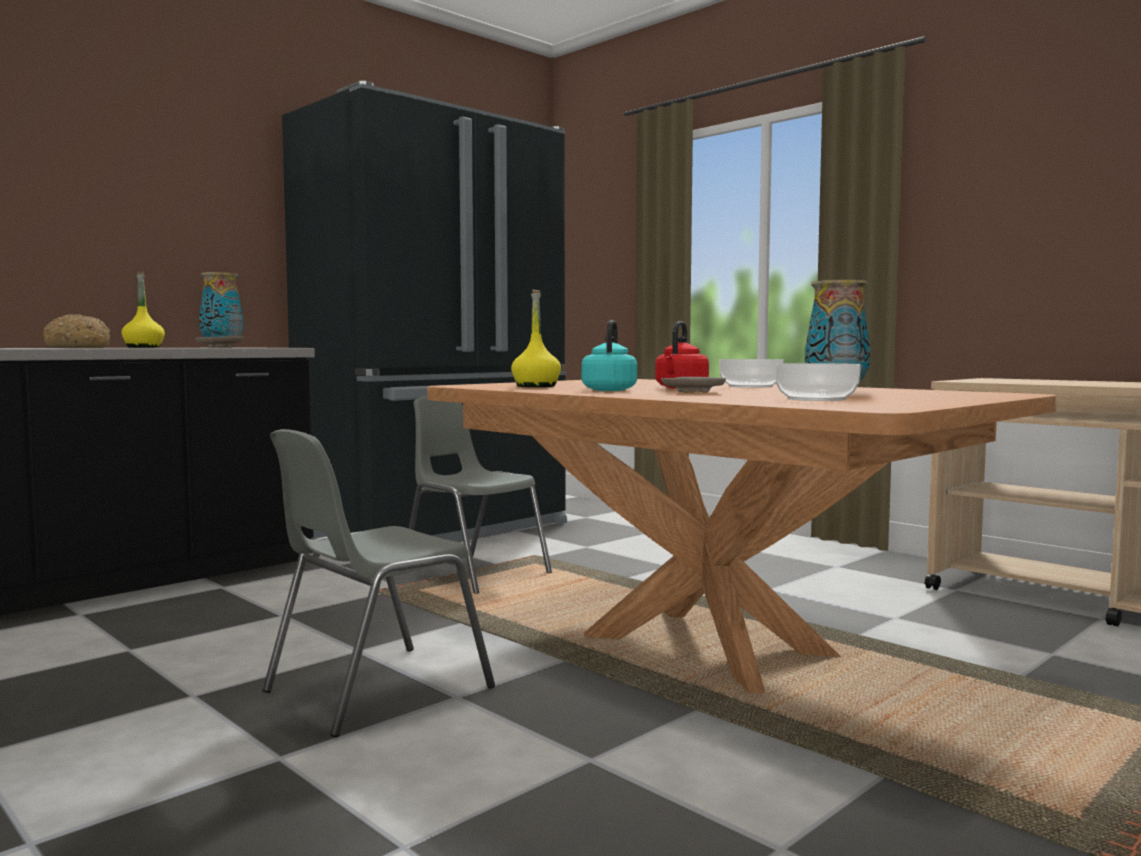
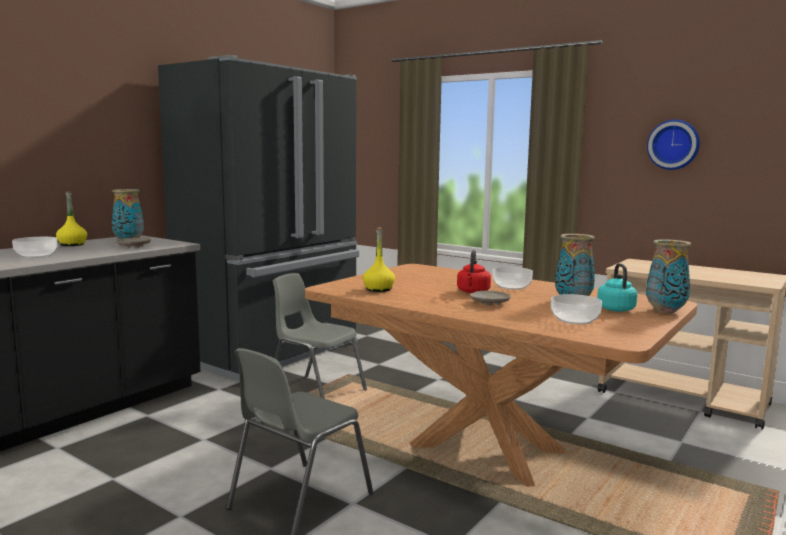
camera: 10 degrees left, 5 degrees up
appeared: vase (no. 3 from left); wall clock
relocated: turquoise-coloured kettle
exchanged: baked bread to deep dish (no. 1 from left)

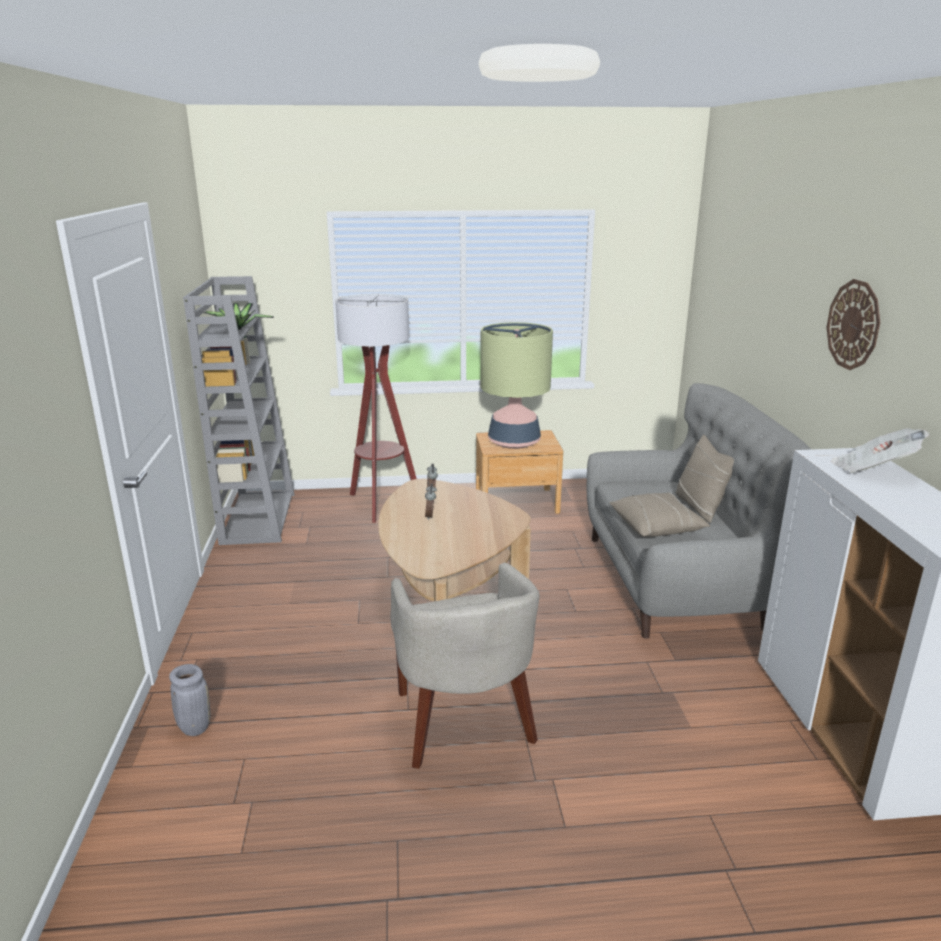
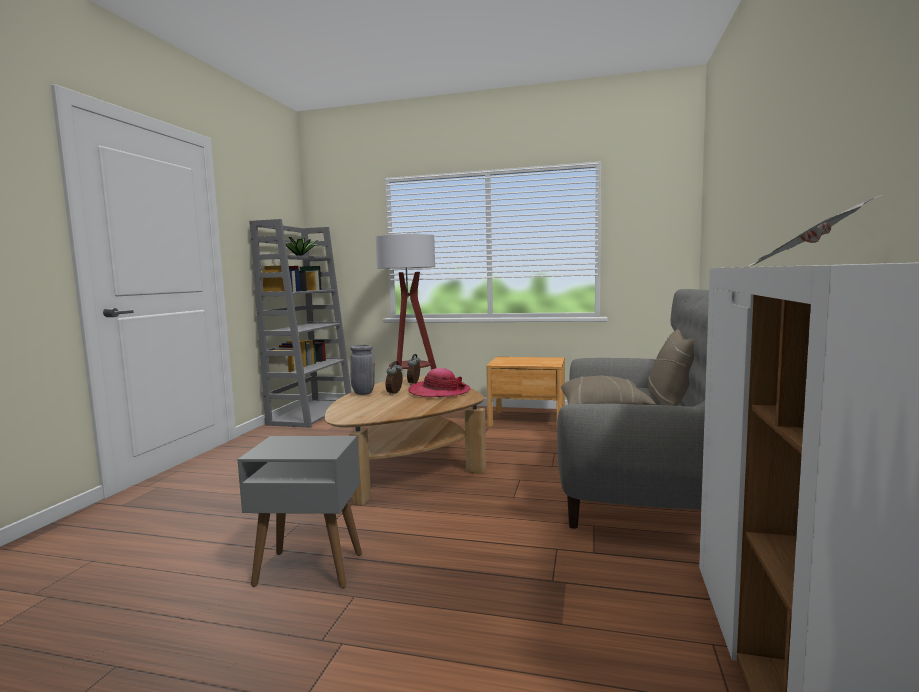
camera: 20 degrees right, 15 degrees down
missing: lamp for a table; wall clock
appeared: hat
relocated: grey vase
exchanged: sand-coloured armchair to grey end table

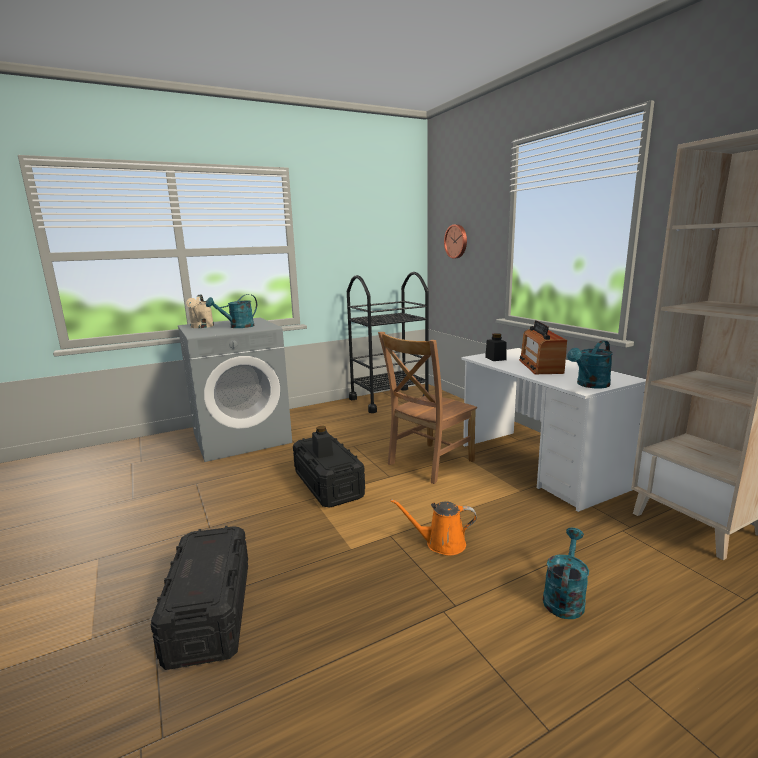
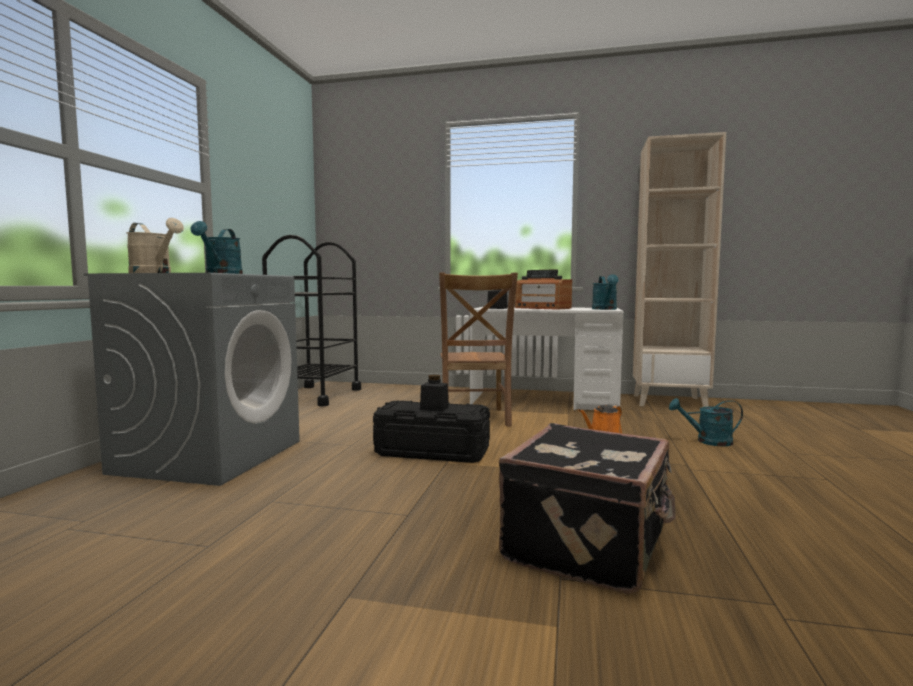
camera: 50 degrees left, 10 degrees down
missing: wall clock
exchanged: blackish storage container (no. 1 from left) to blackish piece of luggage
spun: turquoise-coloured watering pot (no. 2 from left in the first image) 60 degrees counterclockwise

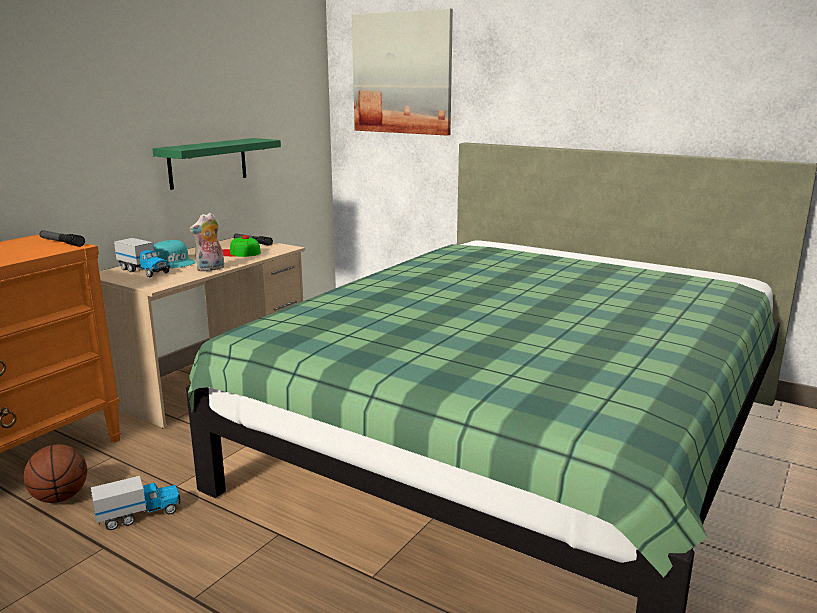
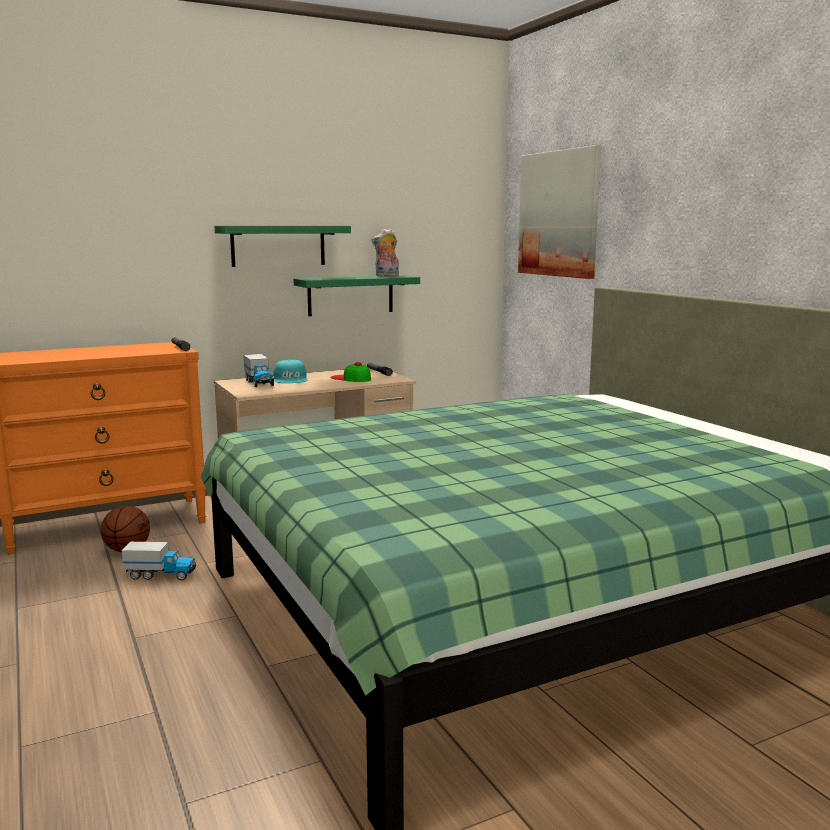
camera: 30 degrees right, 5 degrees down
appeared: green wall shelf (no. 1 from left)
relocated: plush toy

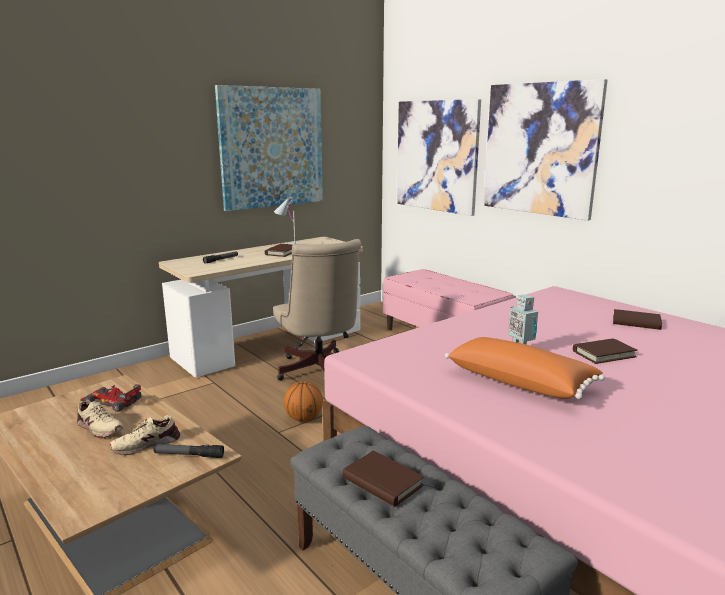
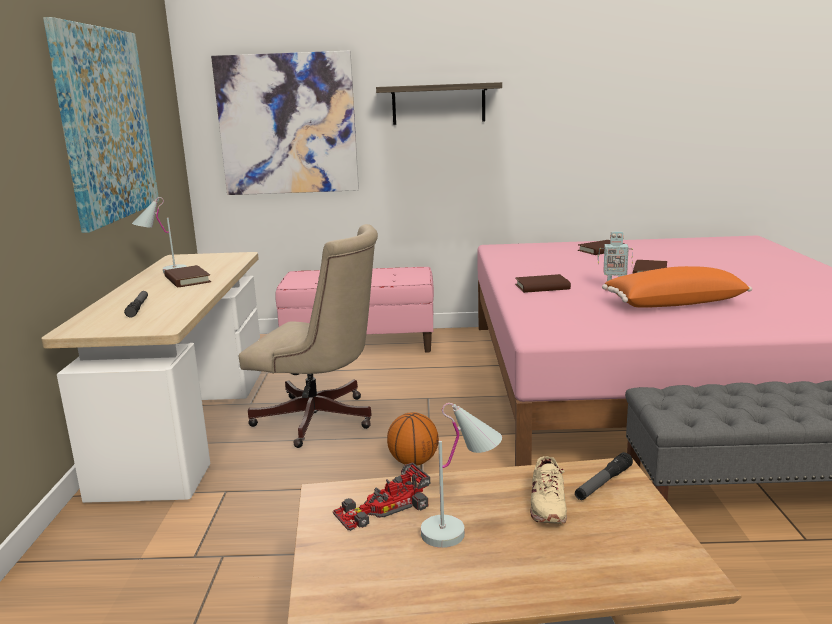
camera: 50 degrees left, 0 degrees up
relocated: brown bound book (no. 2 from left)
exchanged: wall art (no. 3 from left) to wall shelf; sand-coloured shoe (no. 1 from left) to whitish lamp for a table (no. 2 from left)

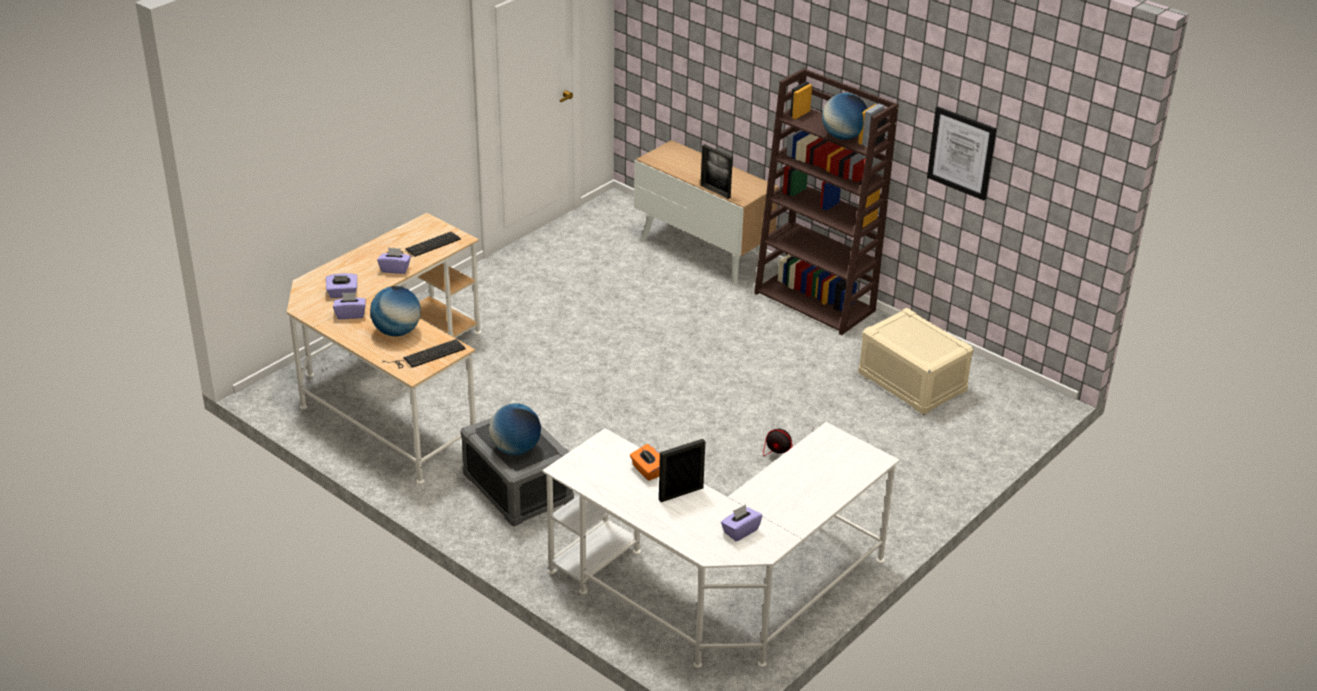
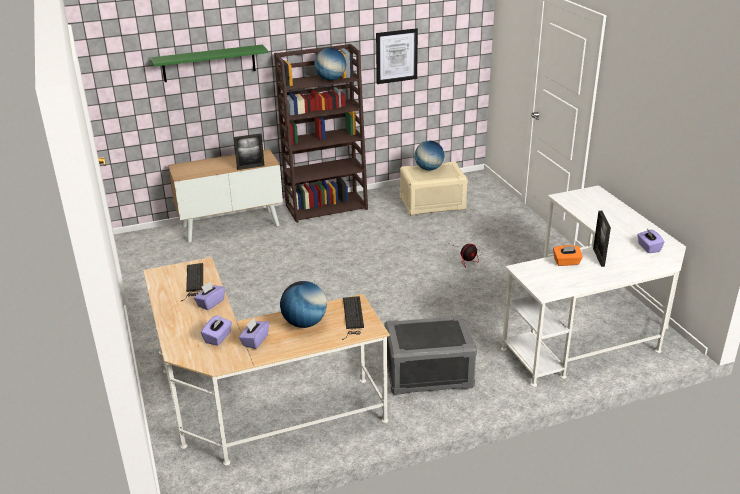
camera: 60 degrees left, 5 degrees down
appeared: green wall shelf
relocated: world globe (no. 2 from left in the first image) to world globe (no. 3 from left)

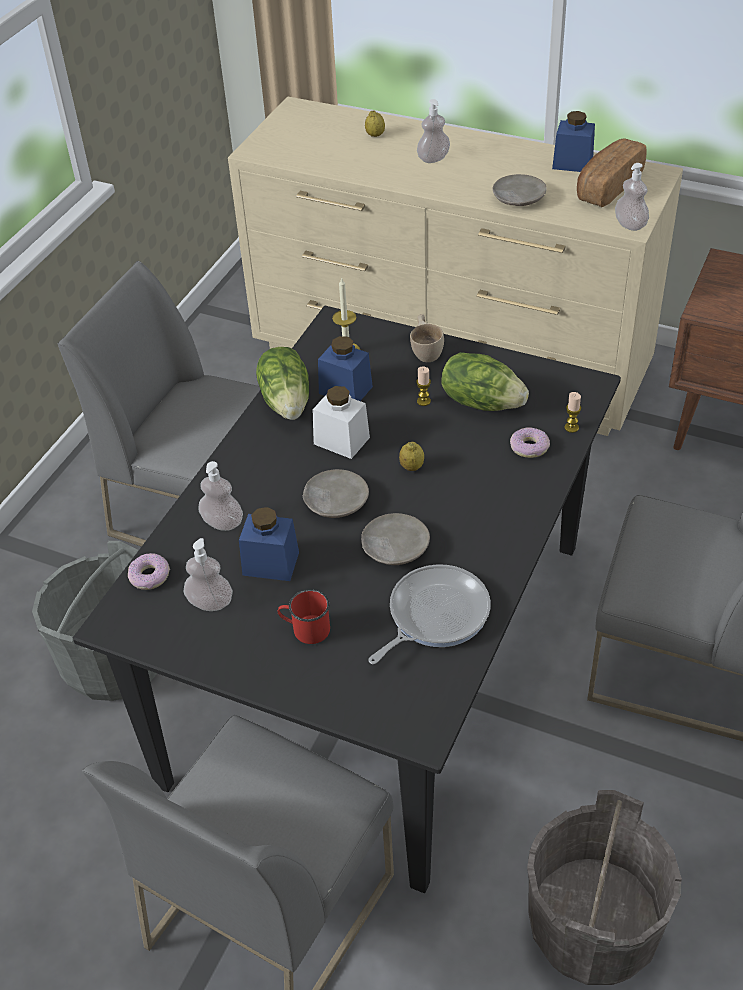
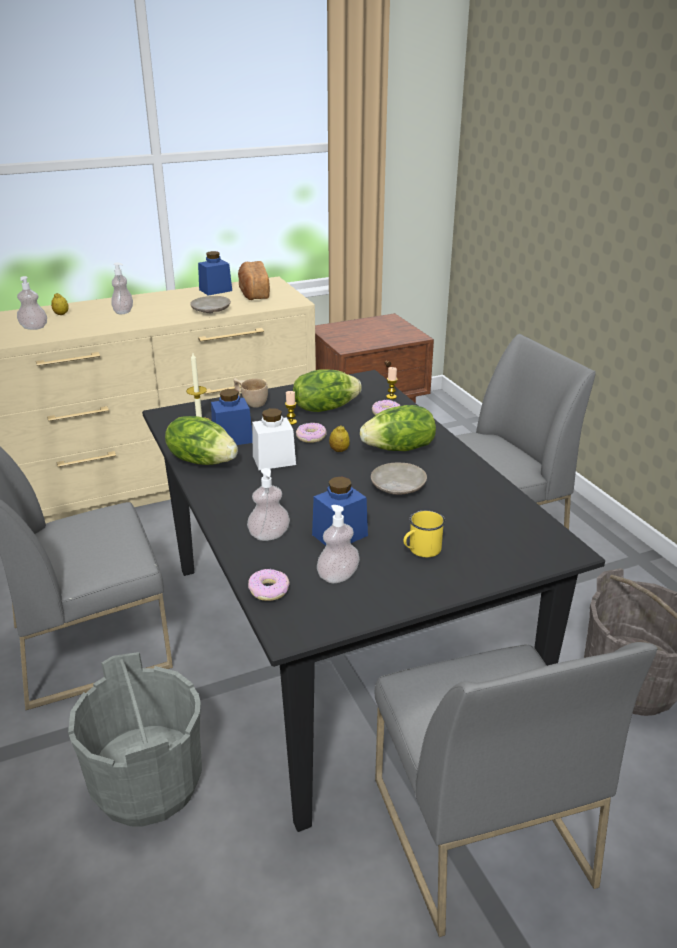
camera: 50 degrees left, 15 degrees down
missing: sand-coloured flat dish (no. 1 from left); skillet
appeared: doughnut (no. 2 from left); lettuce head (no. 3 from left)
relocated: soap dispenser (no. 4 from left in the first image) to soap dispenser (no. 1 from left)
colour: reddish tea mug to yellowish tea mug

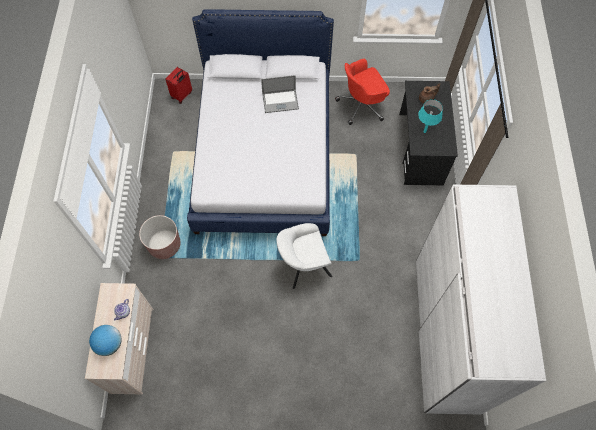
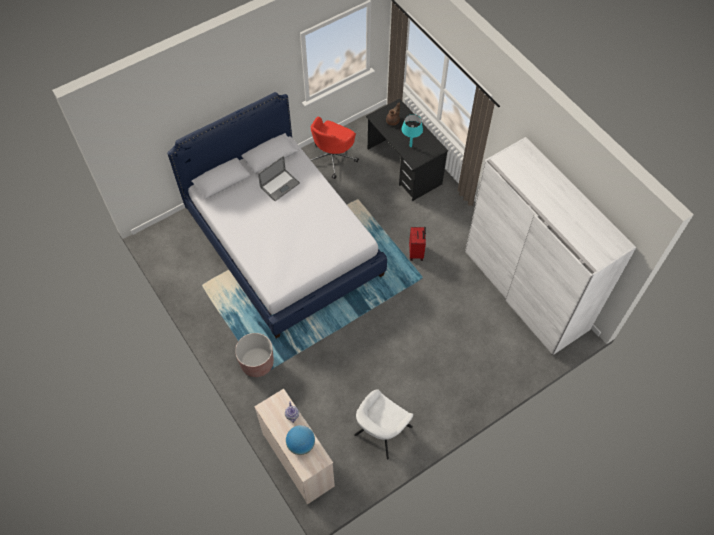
camera: 35 degrees left, 5 degrees down
relocated: whitish armchair; reddish piece of luggage

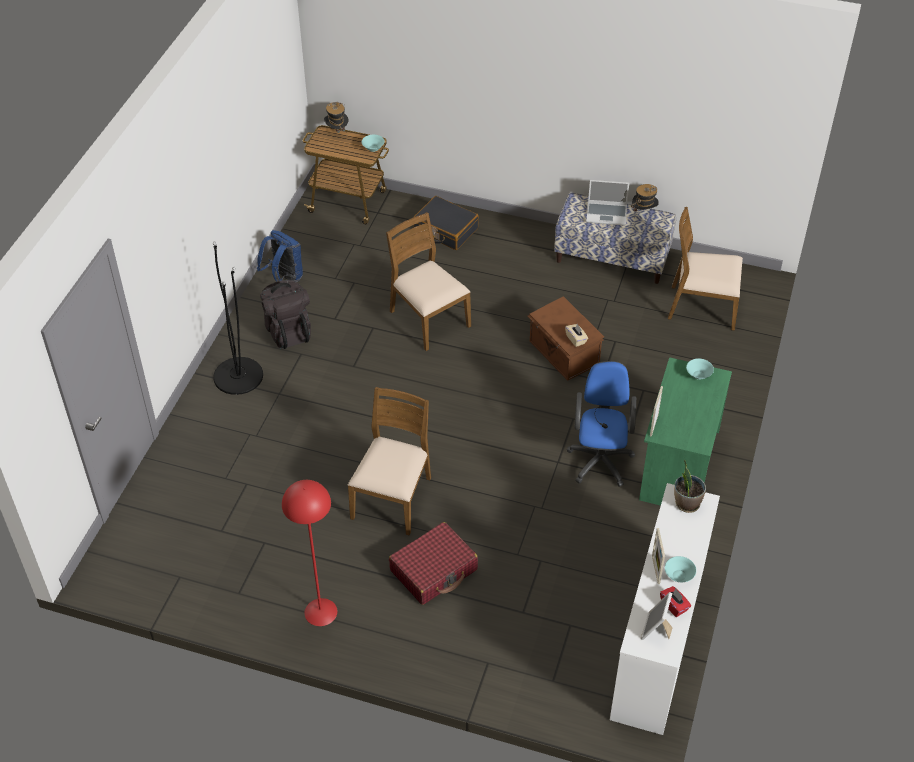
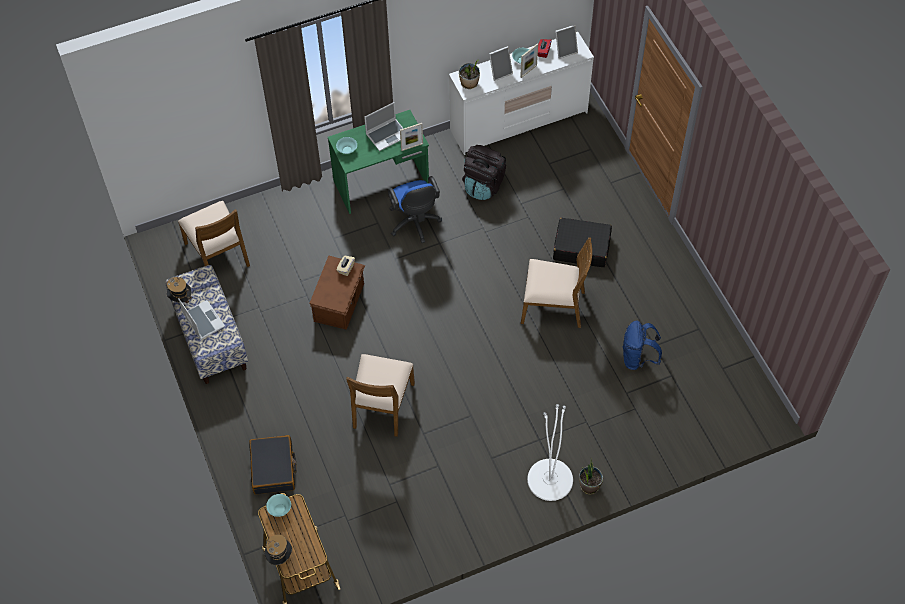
camera: 130 degrees left, 10 degrees up
missing: reddish standing lamp
appeared: portable computer (no. 2 from left); standing frame (no. 2 from left); houseplant (no. 2 from left)
relocated: blackish rucksack; blue-coloured rucksack
colour: blackish standing lamp to whitish standing lamp; reddish piece of luggage to blackish piece of luggage (no. 2 from left)
spun: blue-coloured desk chair 75 degrees counterclockwise; brown upright chair (no. 1 from left in the first image) 150 degrees counterclockwise

